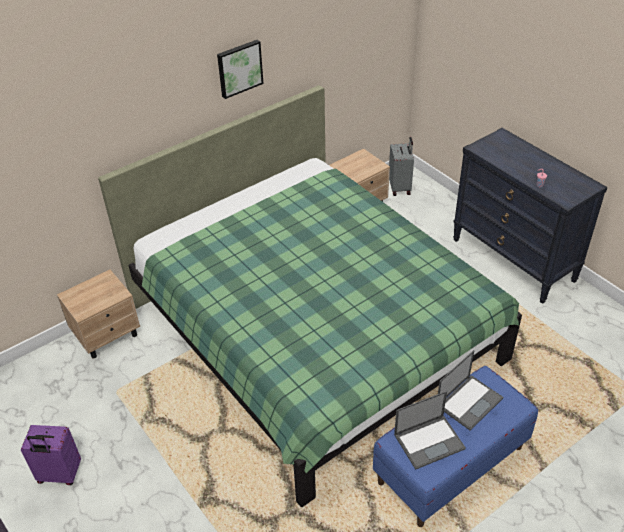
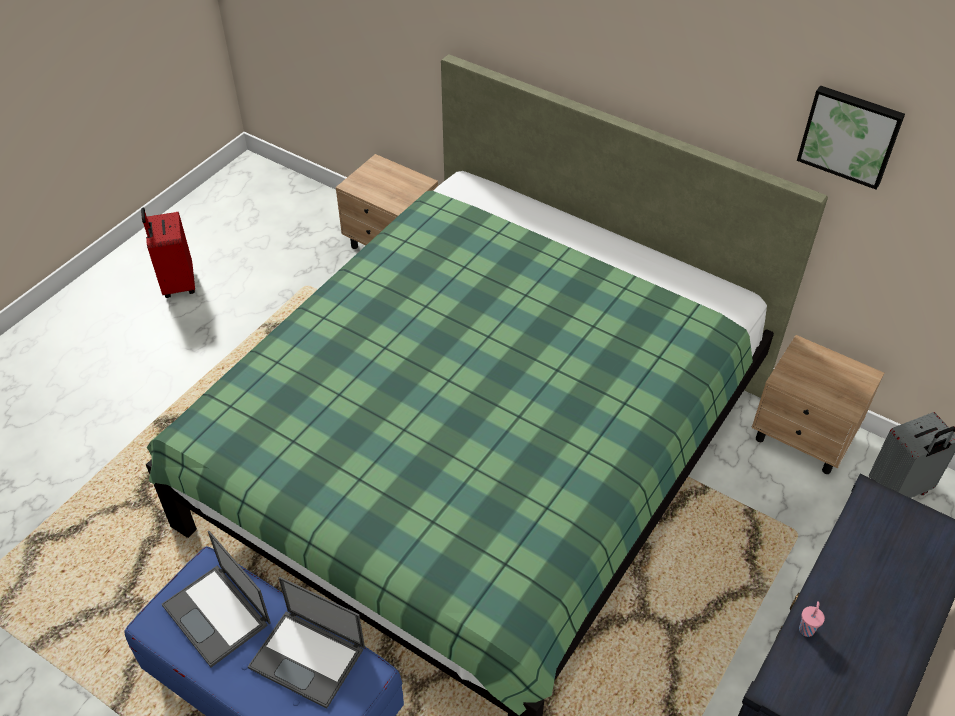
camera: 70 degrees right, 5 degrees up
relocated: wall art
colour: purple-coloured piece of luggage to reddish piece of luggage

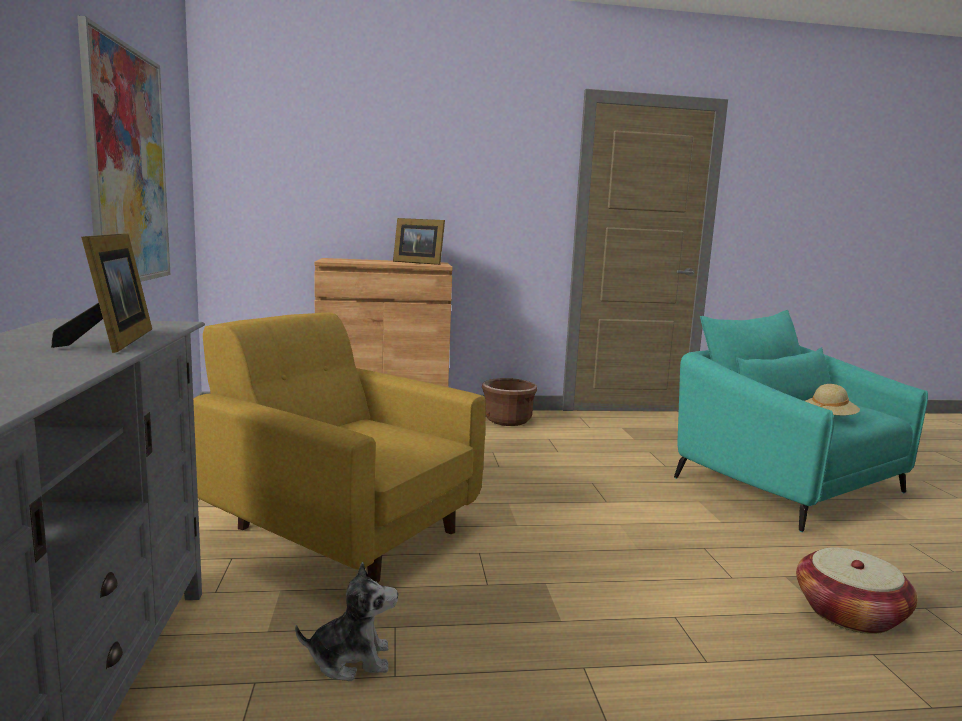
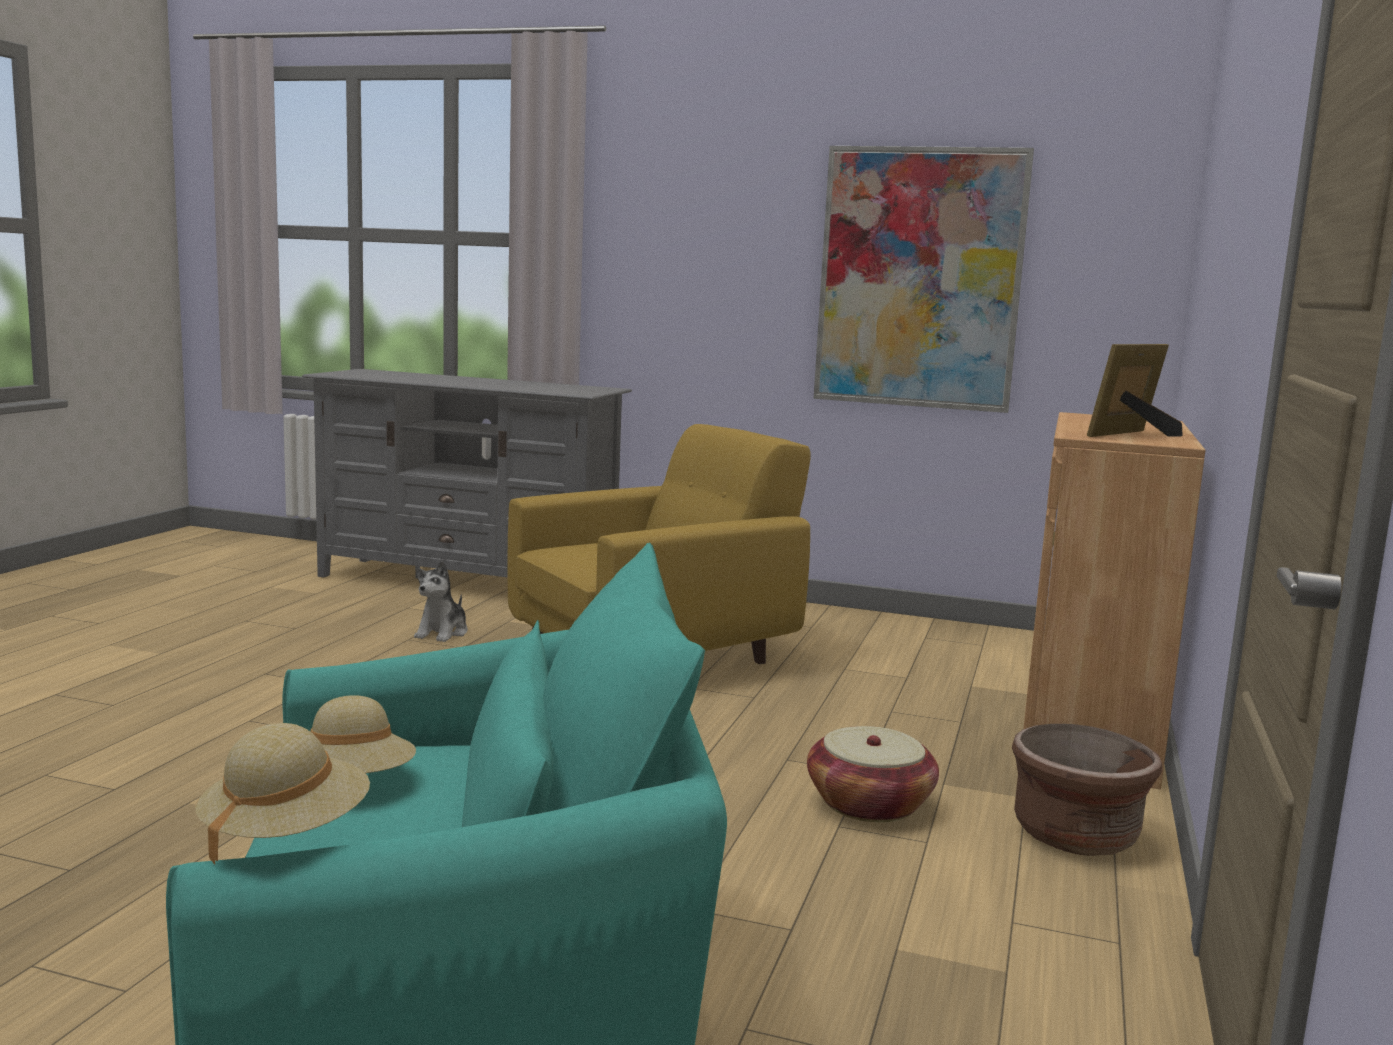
camera: 115 degrees right, 0 degrees up
missing: standing frame (no. 1 from left)
appeared: sand-coloured hat (no. 1 from left)
relocated: household basket

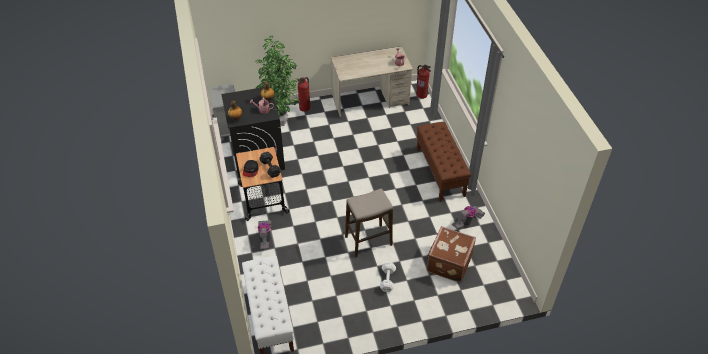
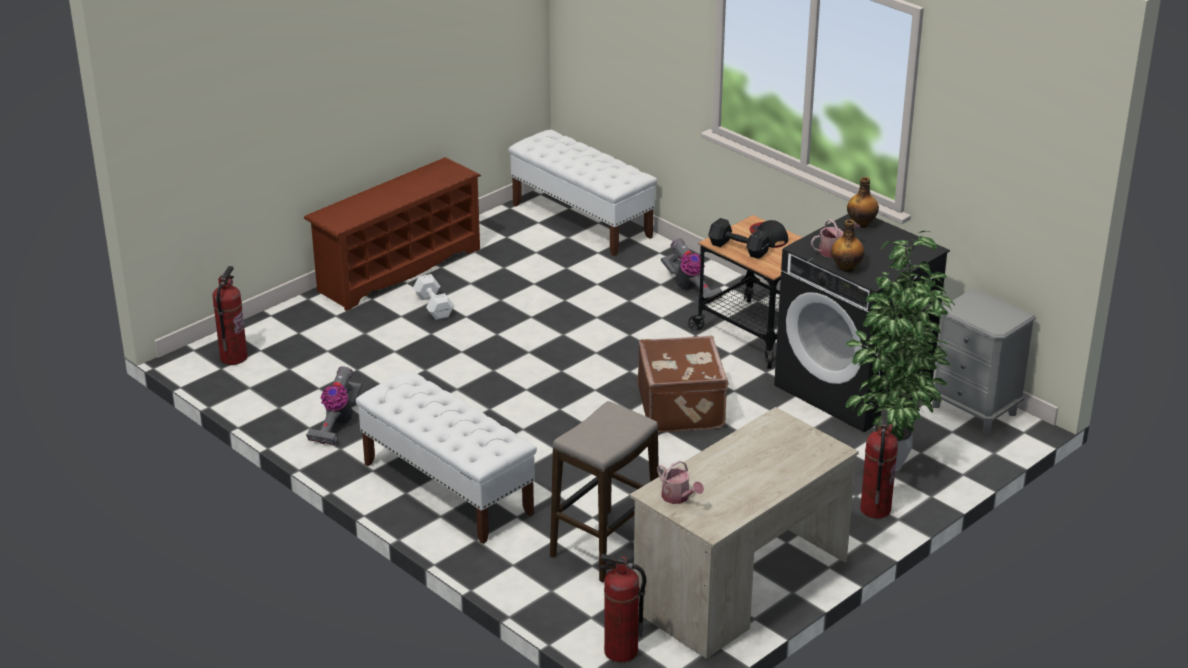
camera: 150 degrees right, 15 degrees down
appeared: fire-fighting cylinder (no. 1 from left); brown shoe rack
relocated: sitting stool; brown piece of luggage
colour: brown bench to whitish bench (no. 1 from left)

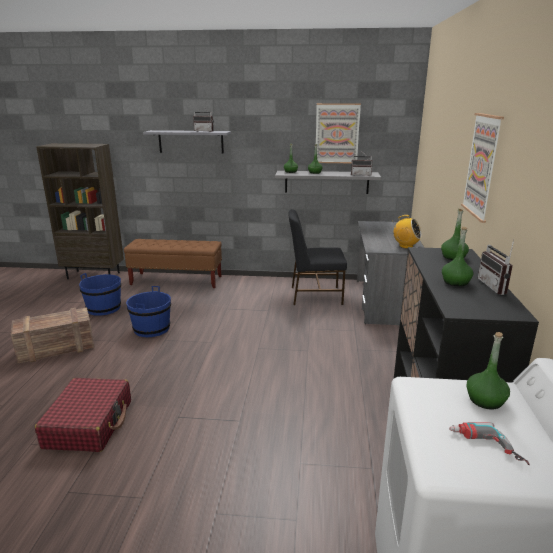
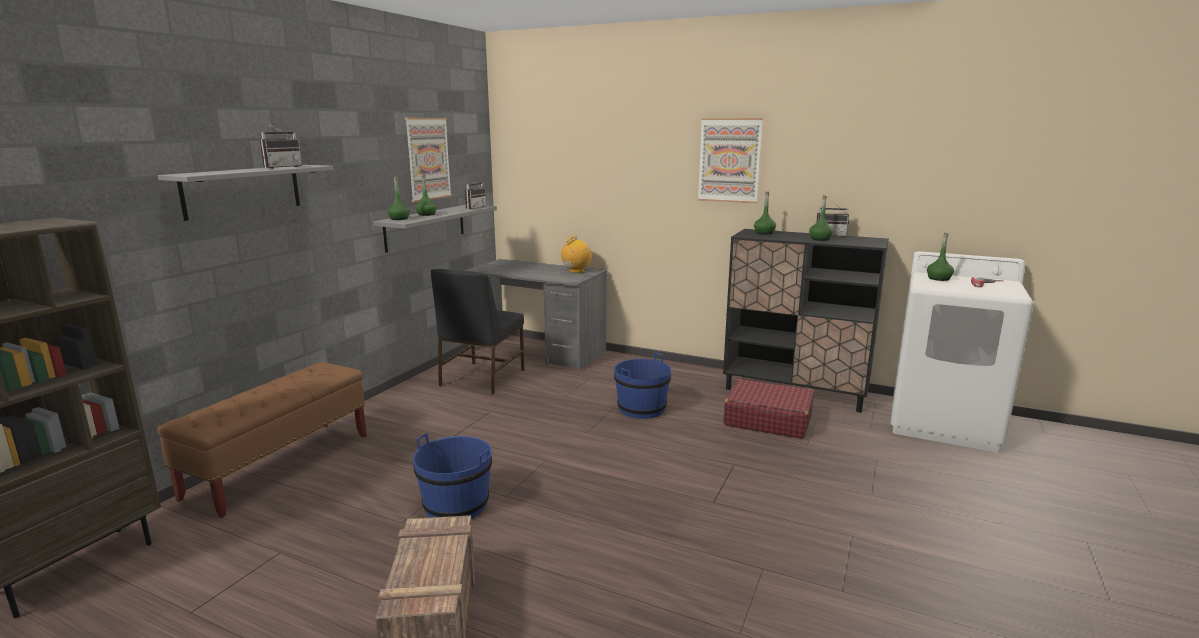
camera: 70 degrees left, 5 degrees down
relocated: blue-coloured water bucket (no. 1 from left in the first image) to blue-coloured water bucket (no. 2 from left); reddish piece of luggage

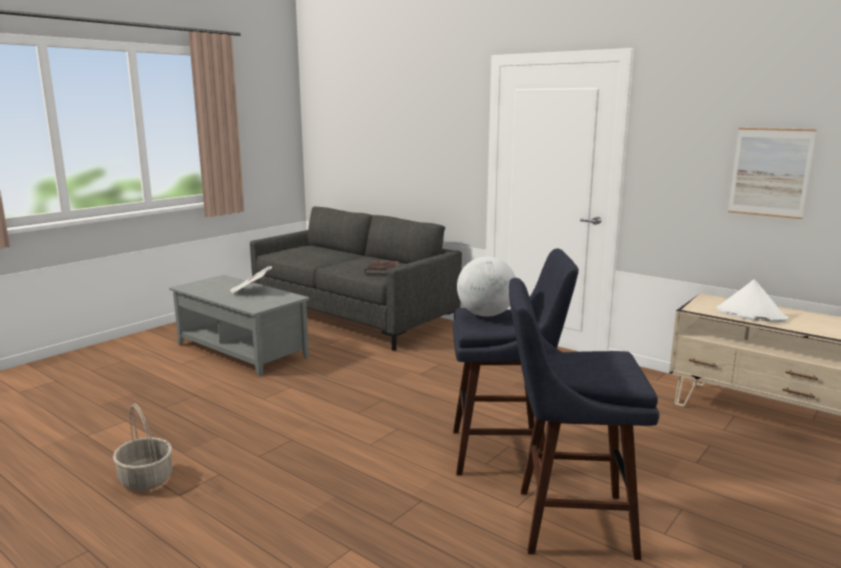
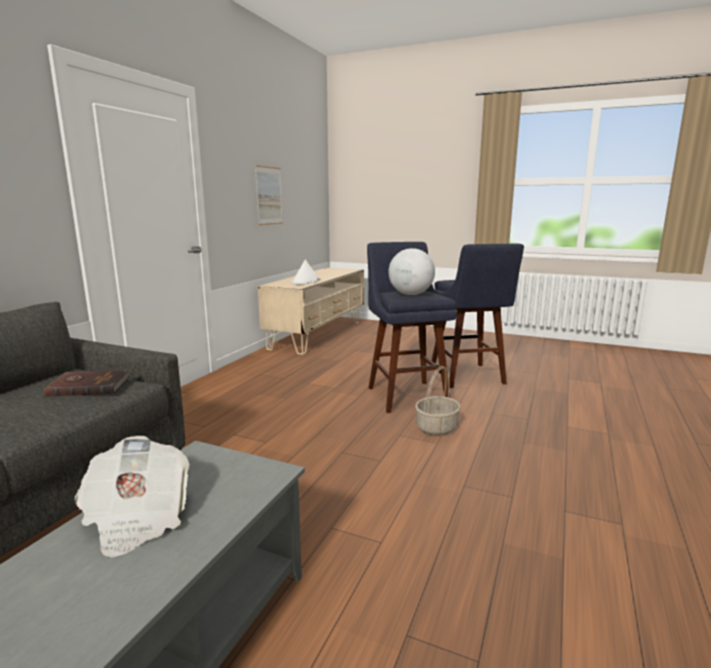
camera: 105 degrees left, 0 degrees up
relocated: household basket

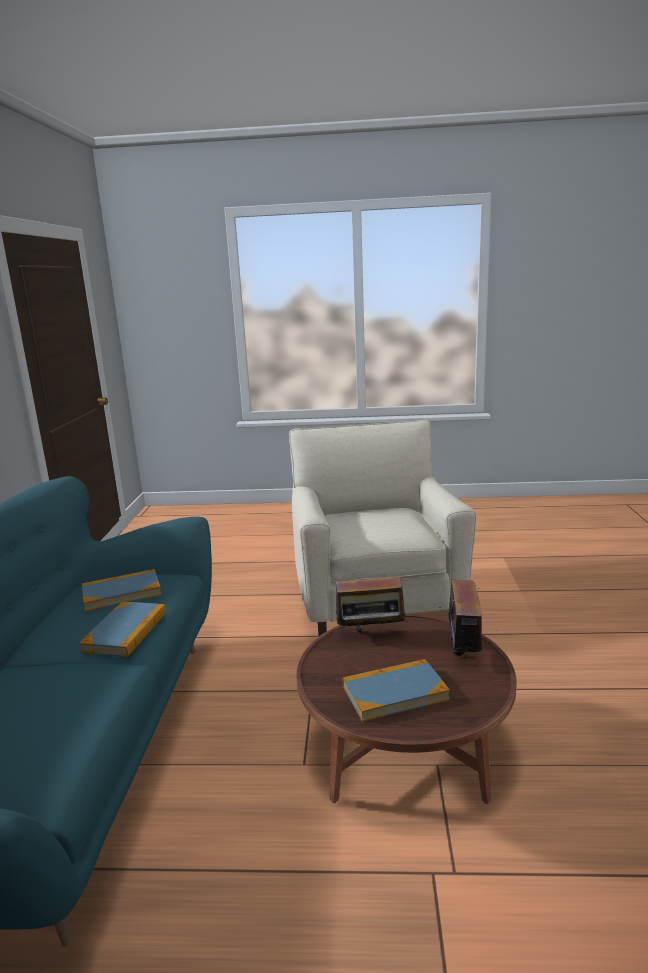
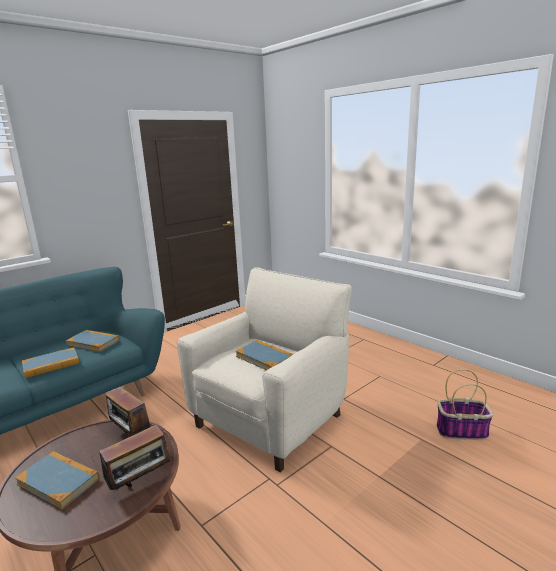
camera: 45 degrees right, 0 degrees up
appeared: bound book (no. 4 from left); household basket

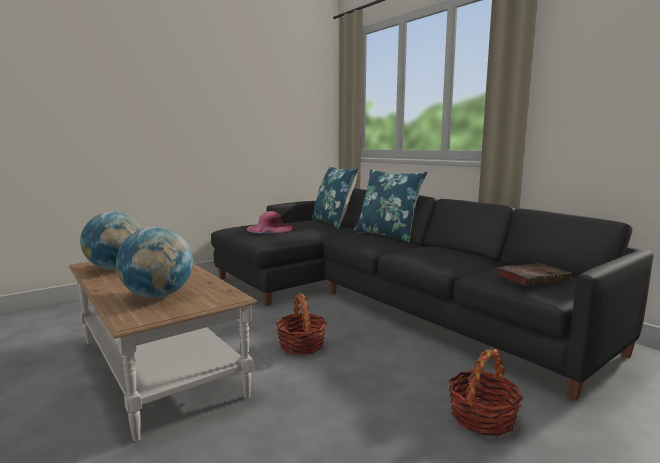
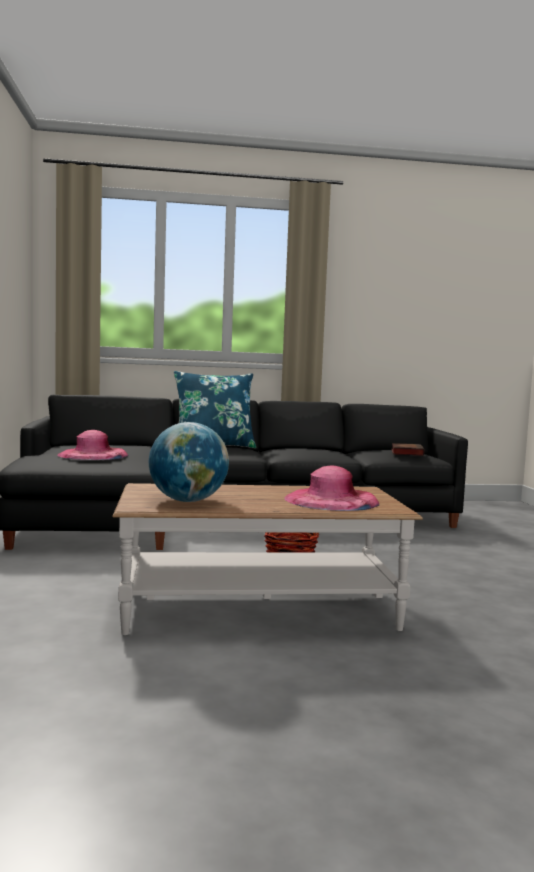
camera: 60 degrees left, 5 degrees down
missing: blue-coloured pillow (no. 1 from left); household basket (no. 2 from left)
exchanged: world globe (no. 2 from left) to pink hat (no. 2 from left)

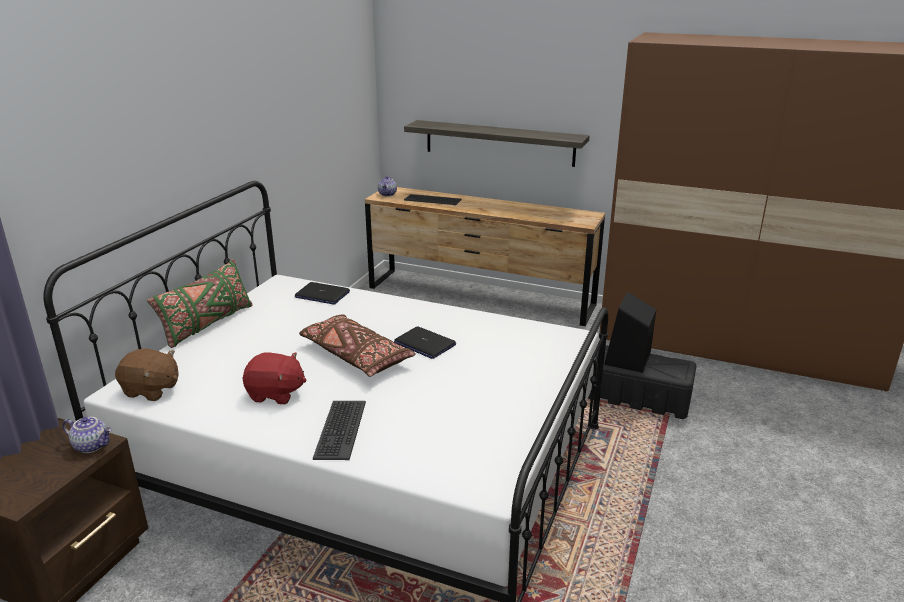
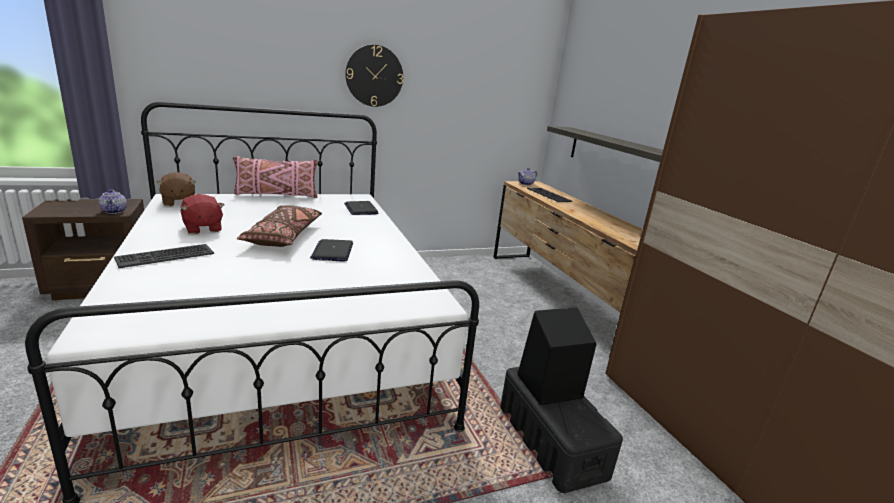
camera: 45 degrees right, 5 degrees down
appeared: wall clock
colour: green pillow to pink pillow

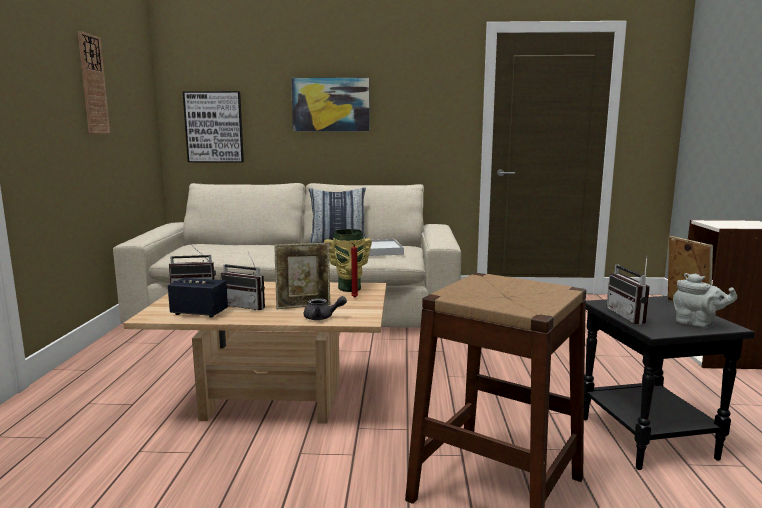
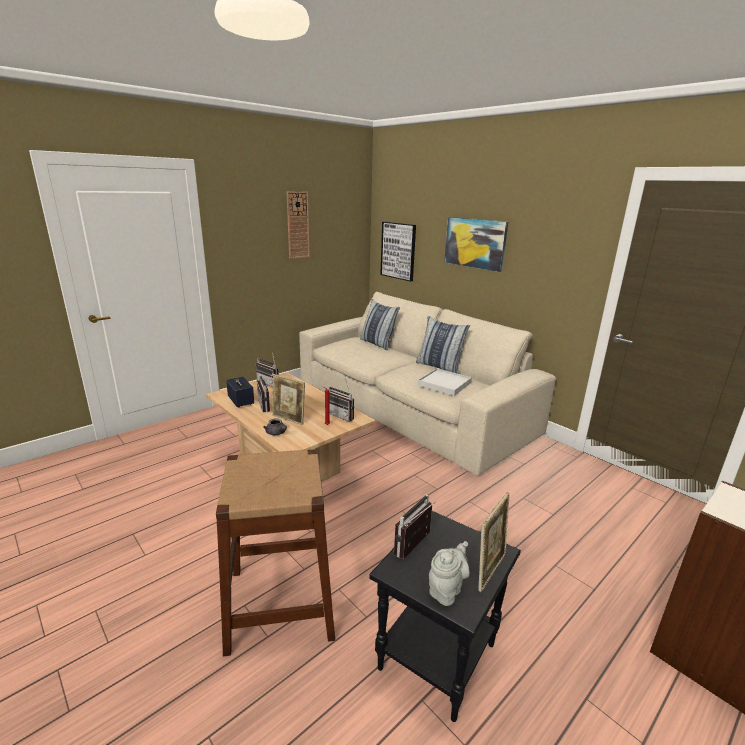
camera: 45 degrees right, 10 degrees up
appeared: pillow (no. 1 from left)
exchanged: vase to radio (no. 3 from left)
spun: grey teapot (no. 2 from left) 135 degrees counterclockwise

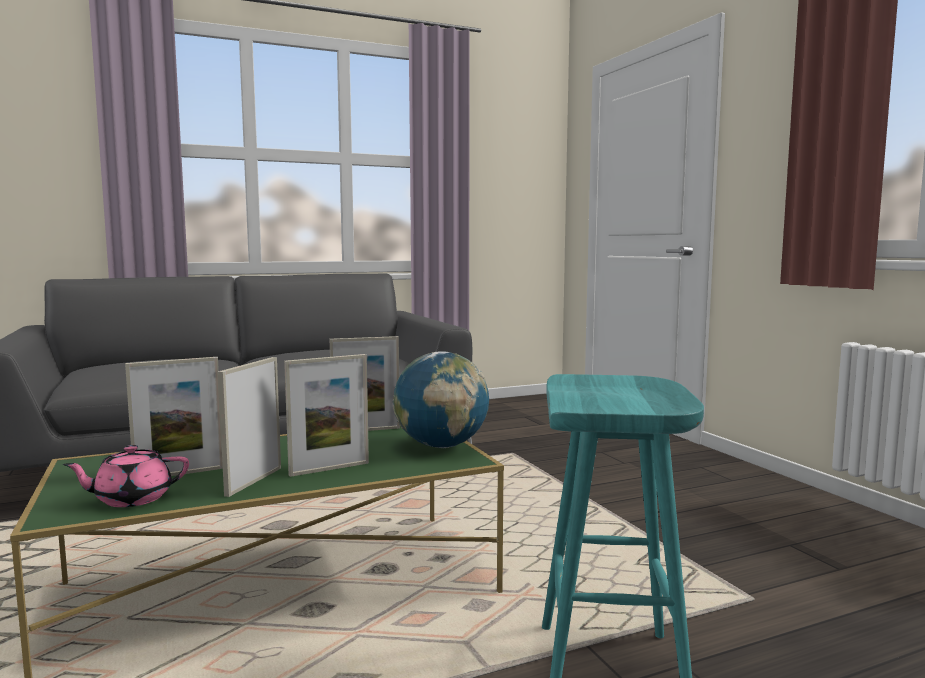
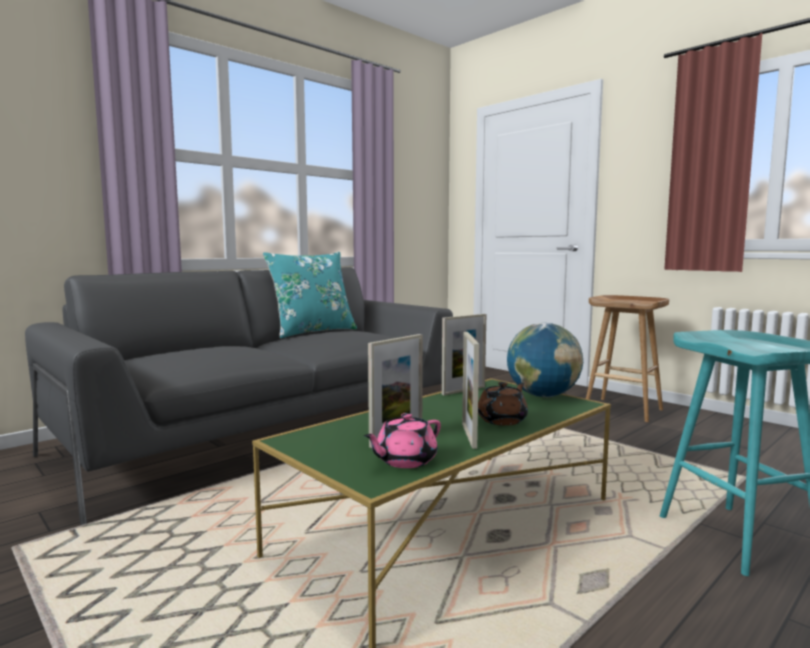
camera: 20 degrees left, 0 degrees up
appeared: turquoise-coloured pillow; brown sitting stool
exchanged: standing frame (no. 3 from left) to brown teapot

